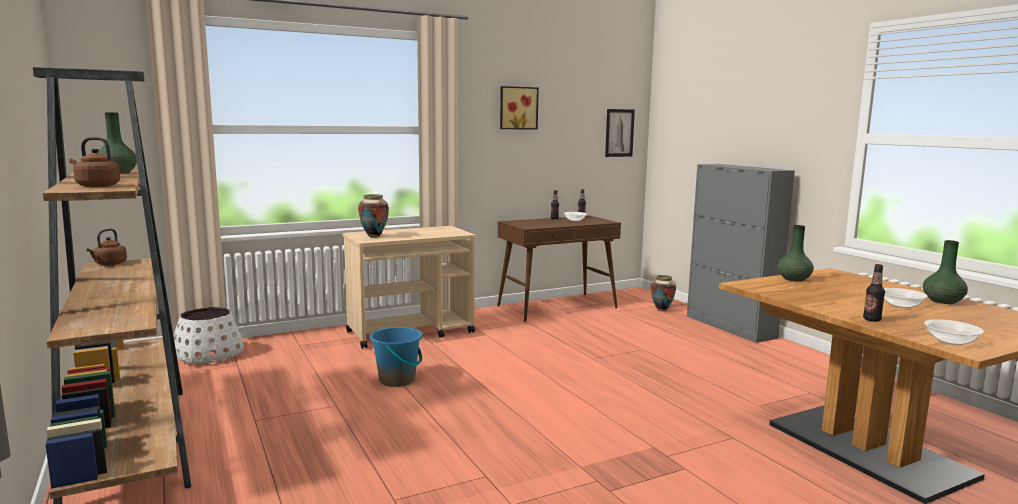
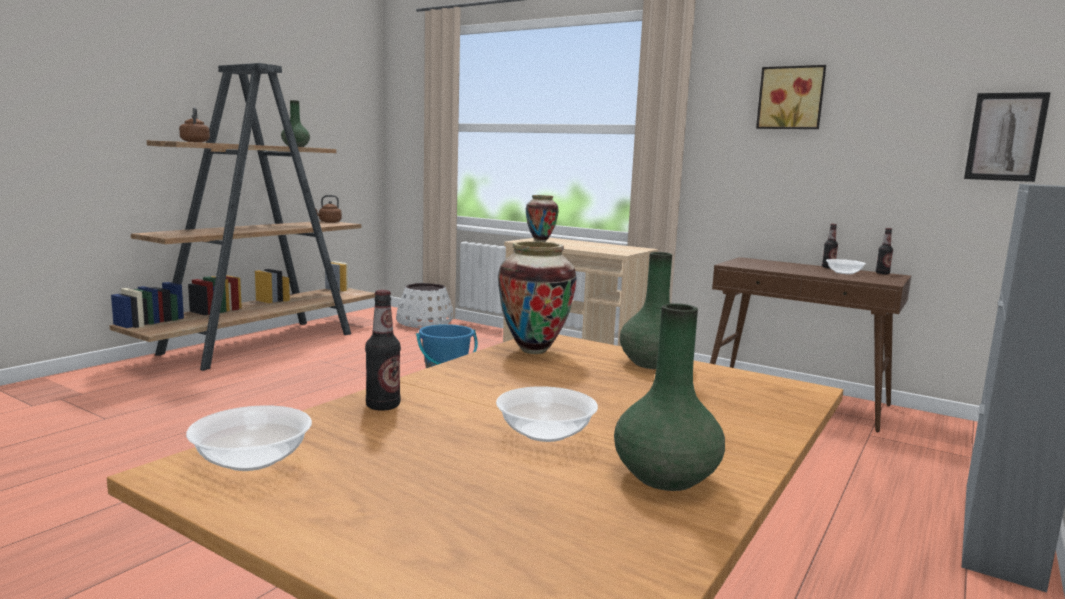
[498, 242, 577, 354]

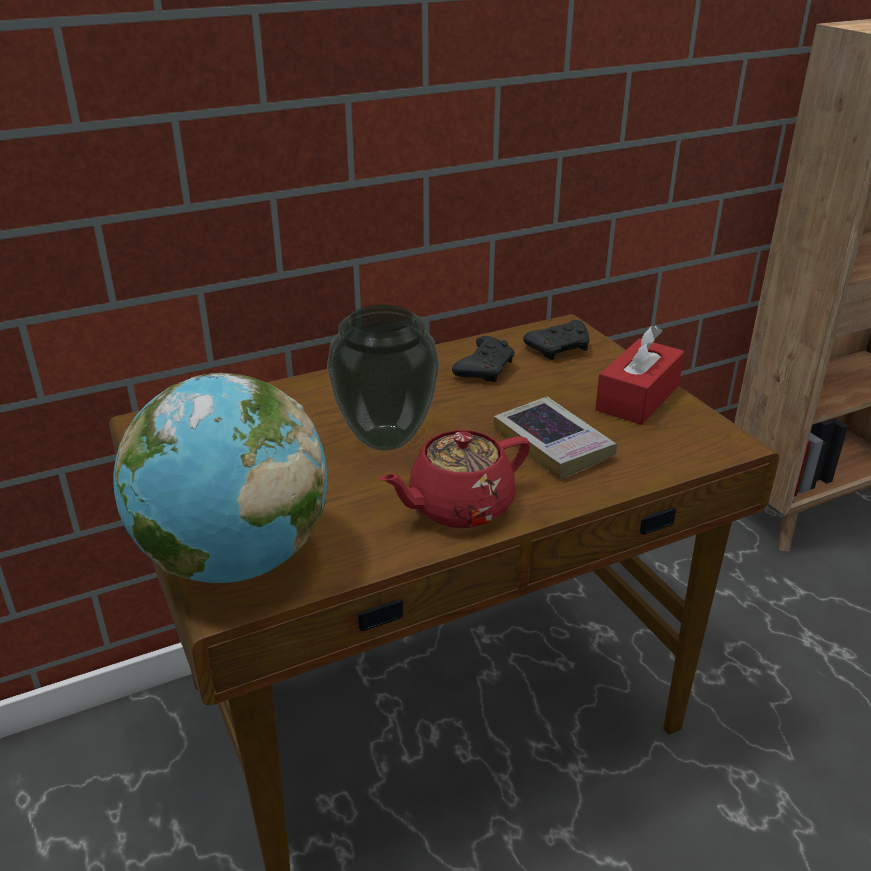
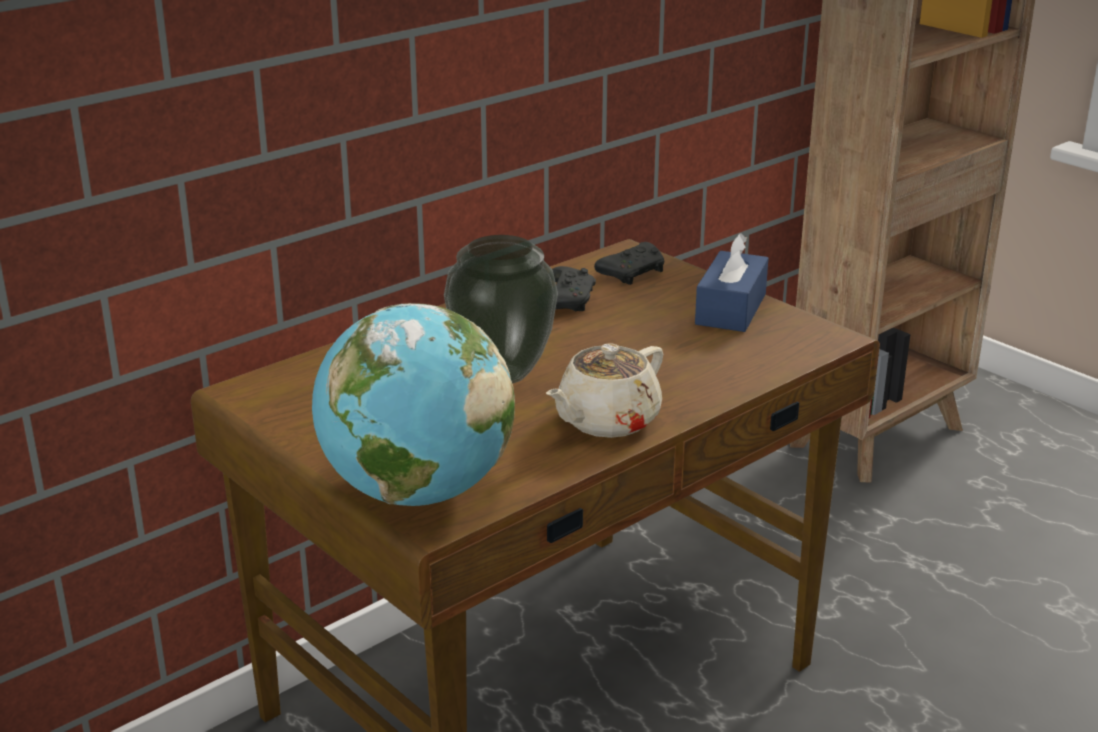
[494, 397, 617, 479] (first image)
[546, 343, 663, 438]
[695, 233, 769, 332]

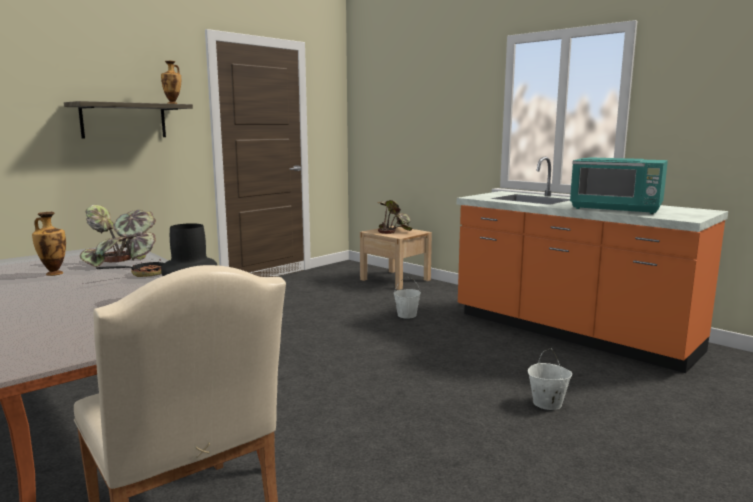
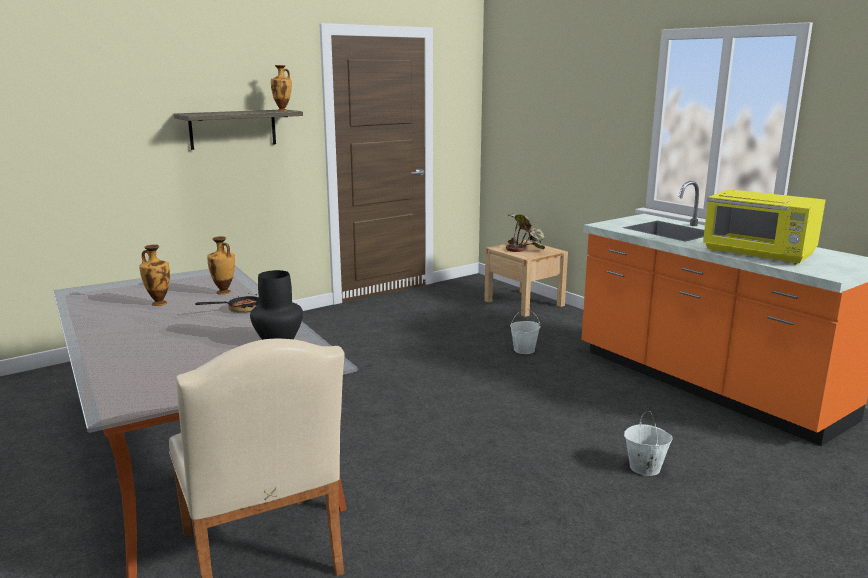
[207, 236, 235, 295]
[703, 189, 826, 264]

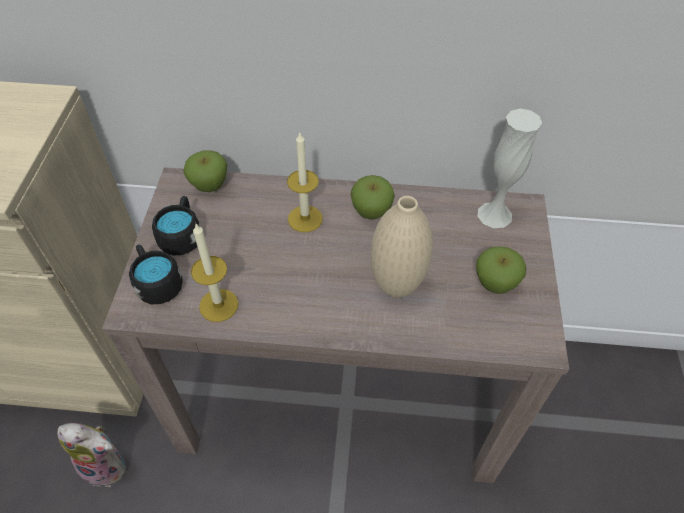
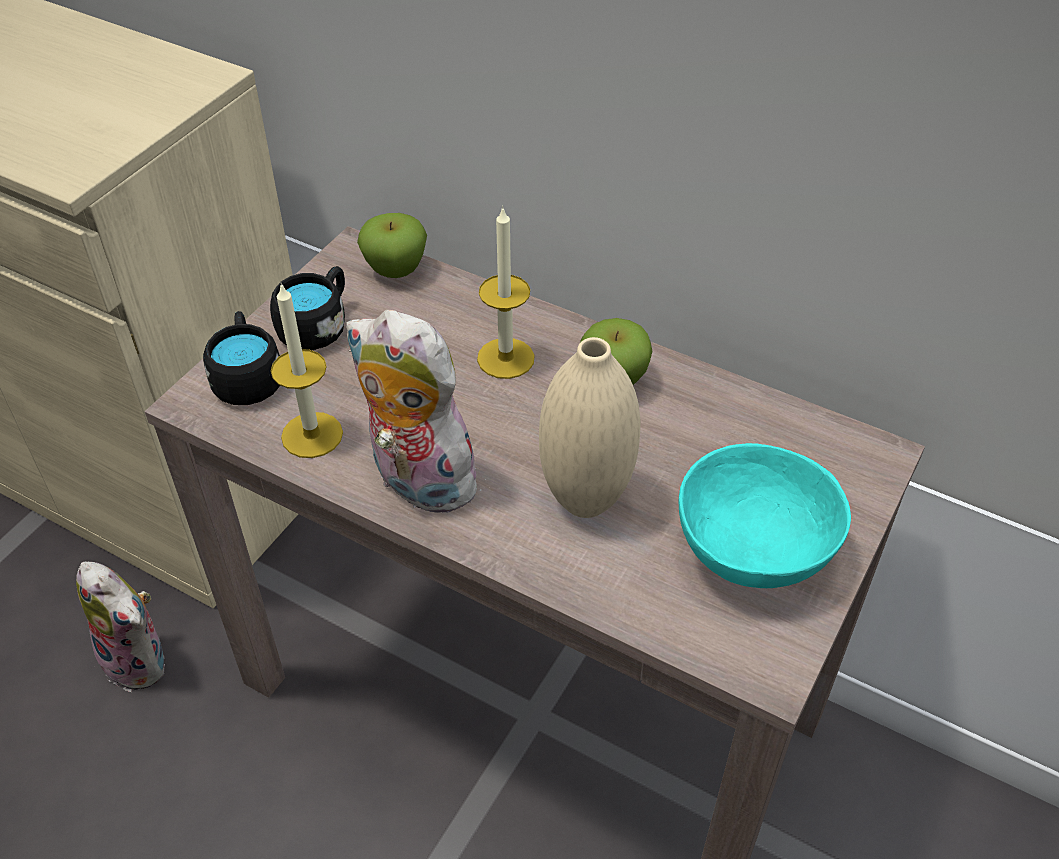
[478, 109, 542, 228] (first image)
[346, 310, 490, 514]
[679, 443, 851, 588]

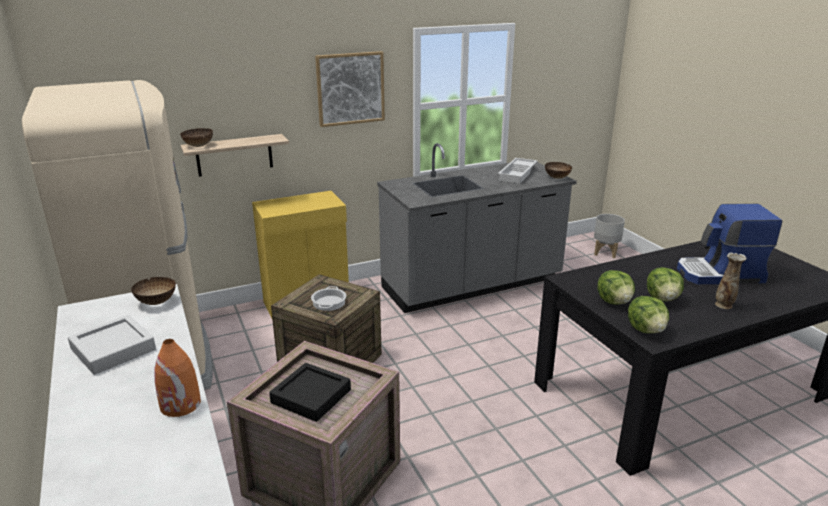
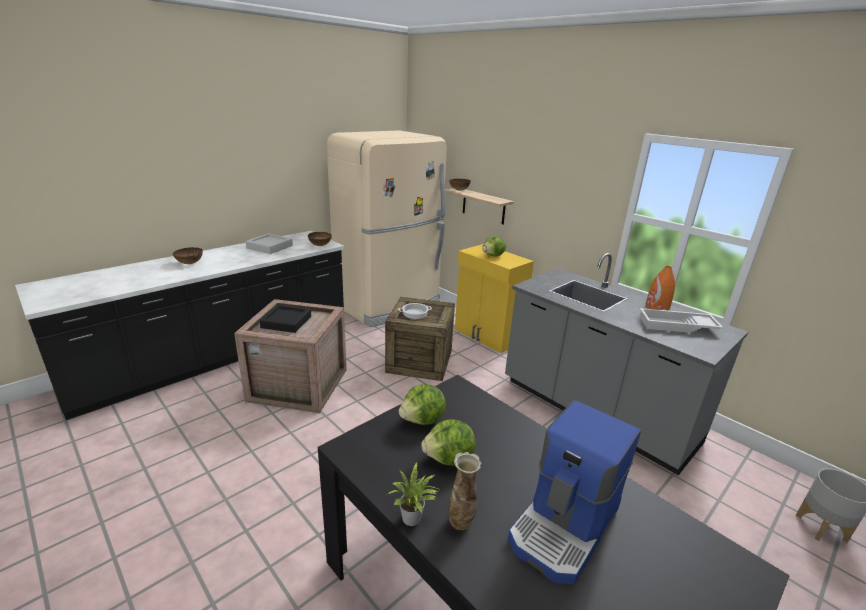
[315, 51, 385, 127] (first image)
[388, 462, 441, 526]
[646, 266, 675, 311]
[173, 247, 203, 264]
[482, 236, 506, 256]
[508, 400, 641, 584]

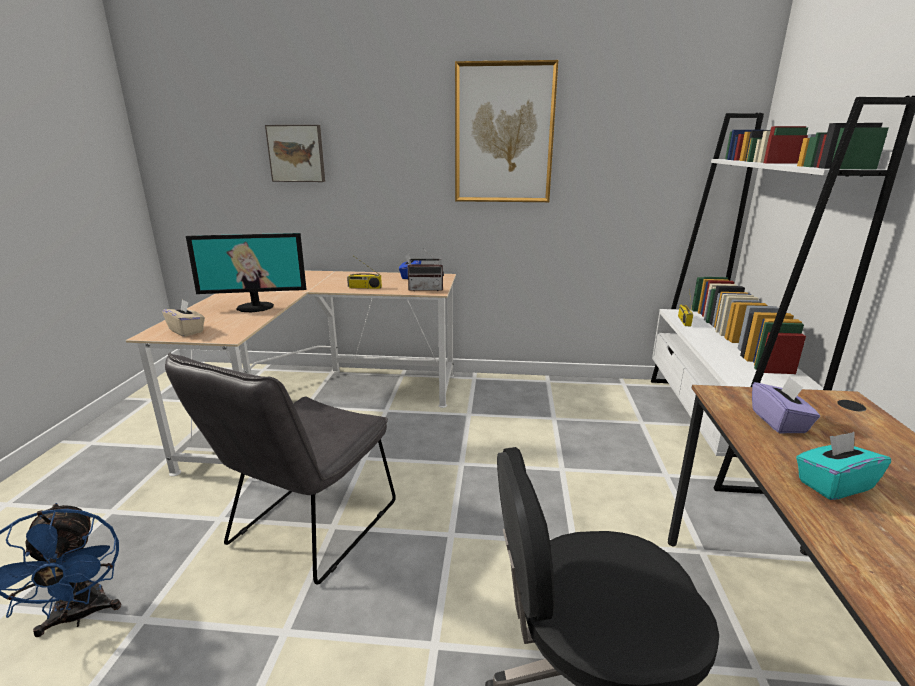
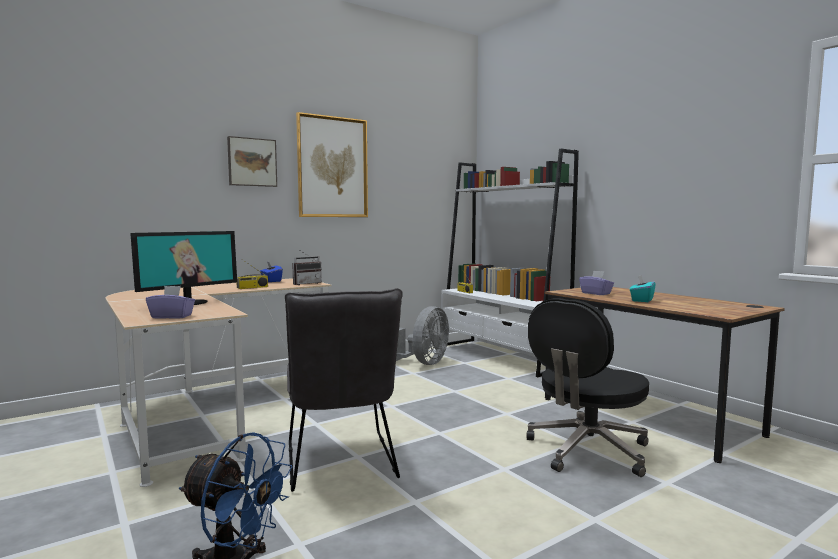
[396, 306, 449, 365]
[227, 136, 277, 187]
[146, 286, 195, 319]

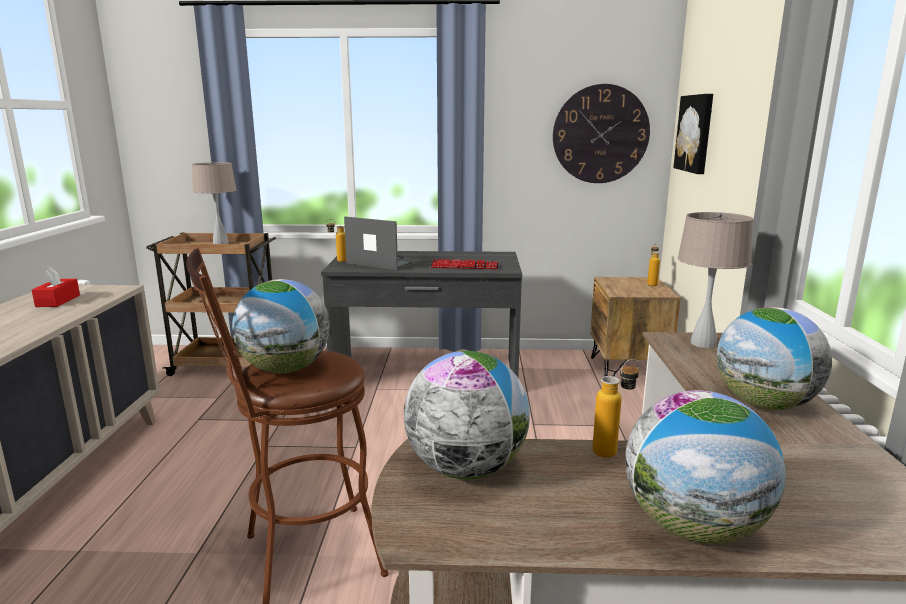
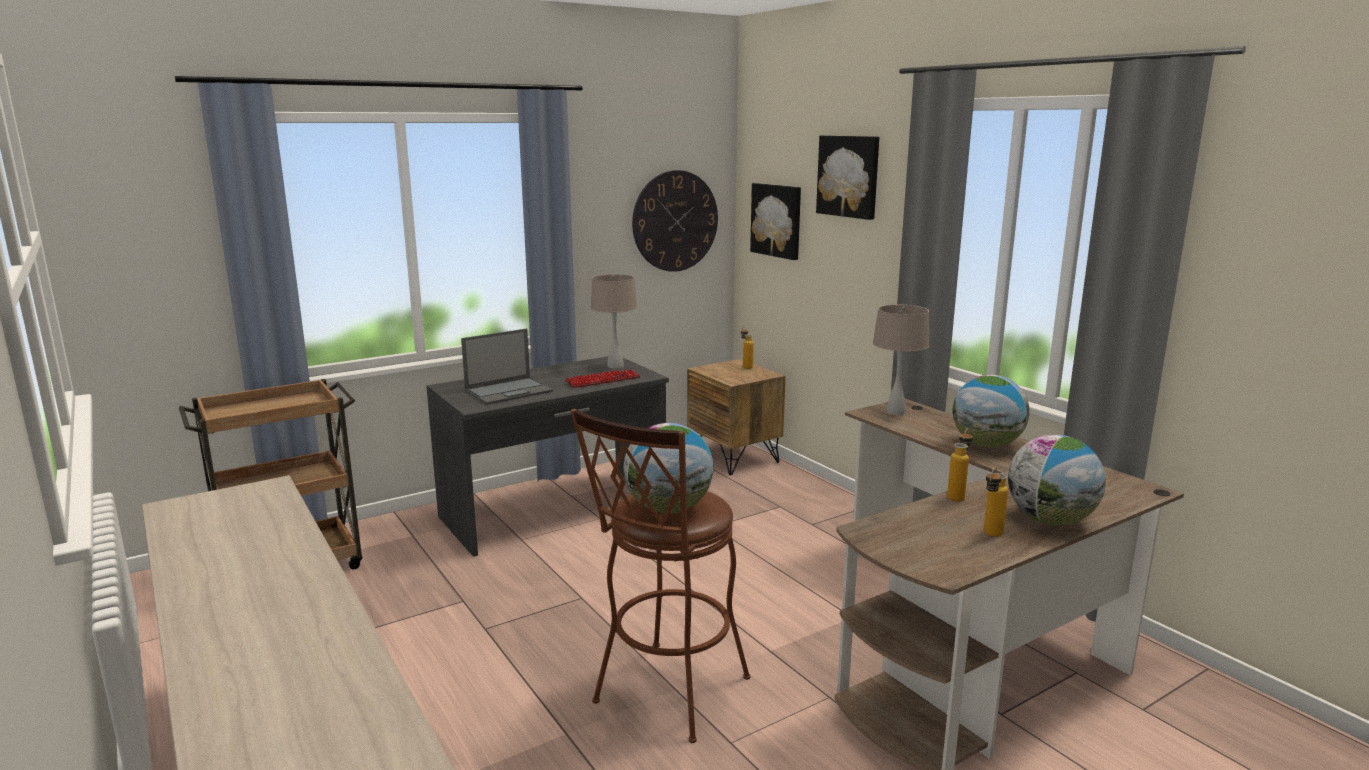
[32, 267, 80, 307] (first image)
[404, 351, 530, 479] (first image)
[816, 136, 879, 220]
[591, 274, 637, 368]
[984, 467, 1008, 537]
[461, 329, 553, 405]

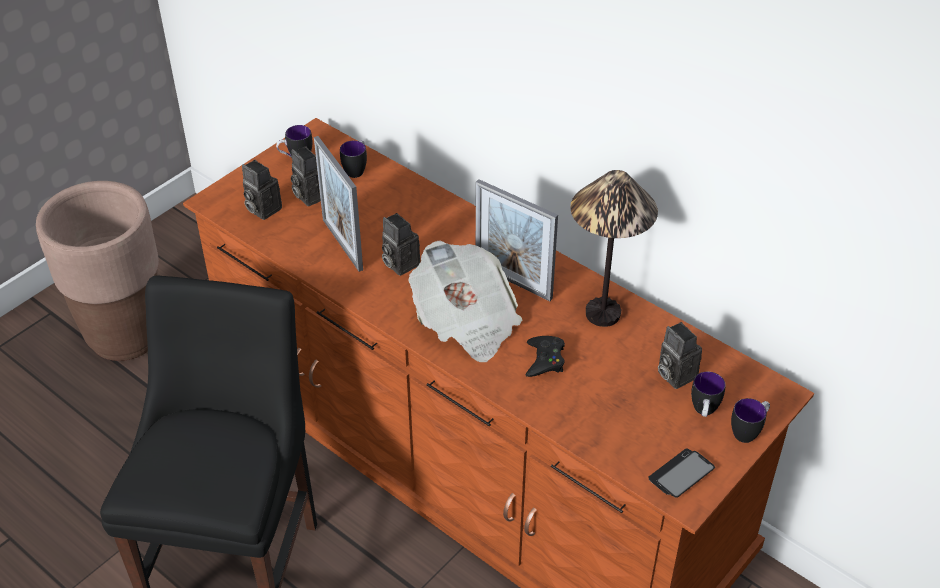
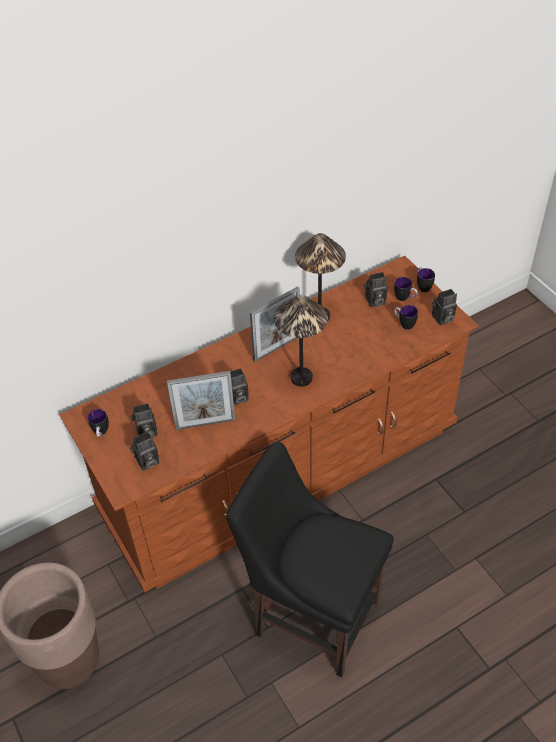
[526, 336, 565, 377] (first image)
[394, 305, 418, 330]
[274, 295, 328, 387]
[432, 289, 457, 325]

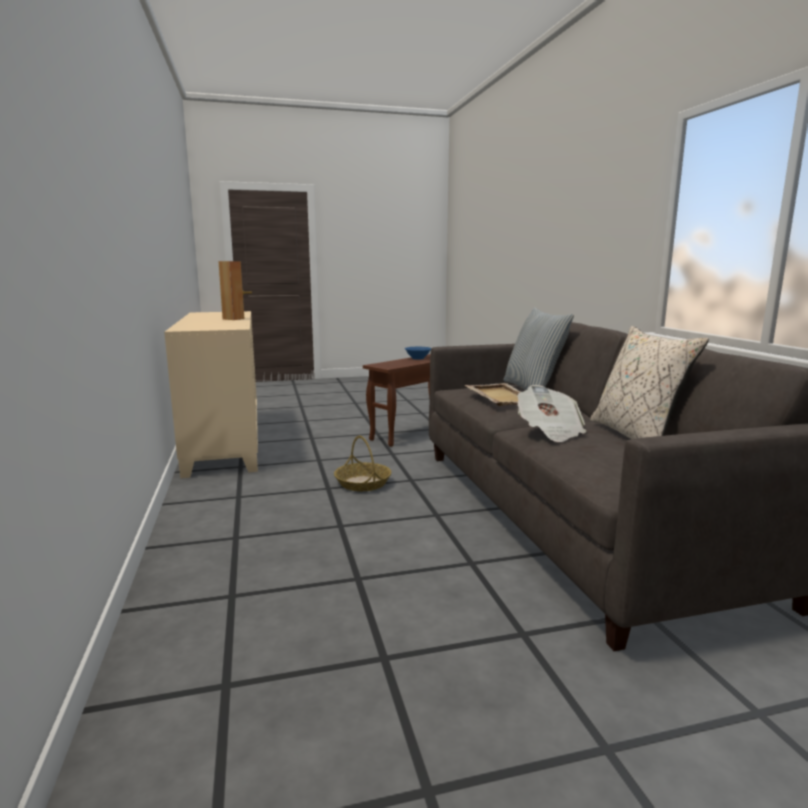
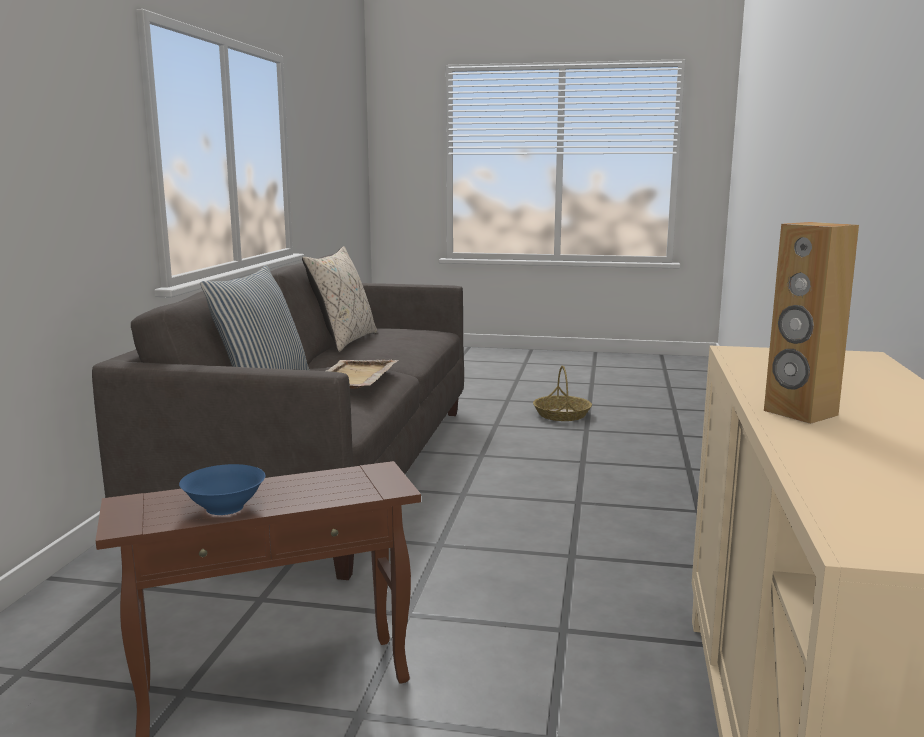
[517, 385, 586, 442] (first image)
[533, 366, 592, 421]

